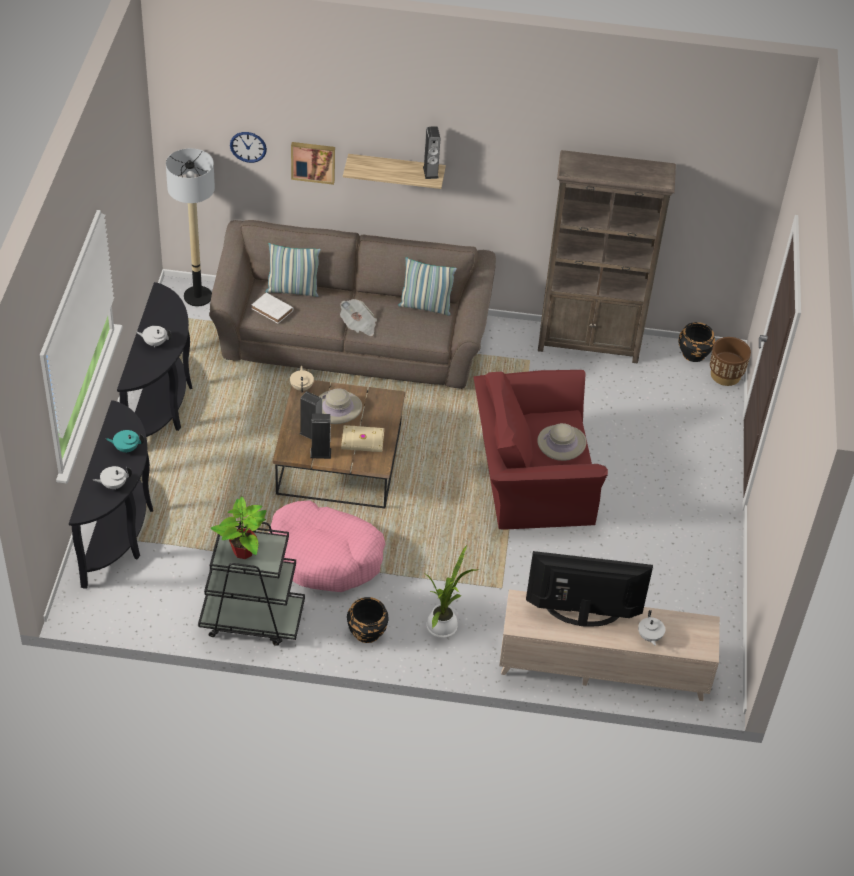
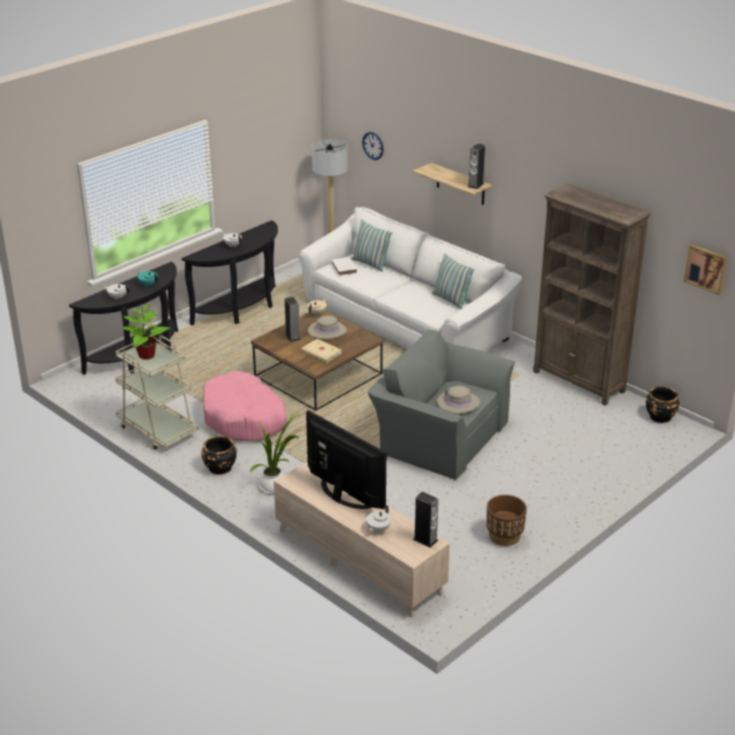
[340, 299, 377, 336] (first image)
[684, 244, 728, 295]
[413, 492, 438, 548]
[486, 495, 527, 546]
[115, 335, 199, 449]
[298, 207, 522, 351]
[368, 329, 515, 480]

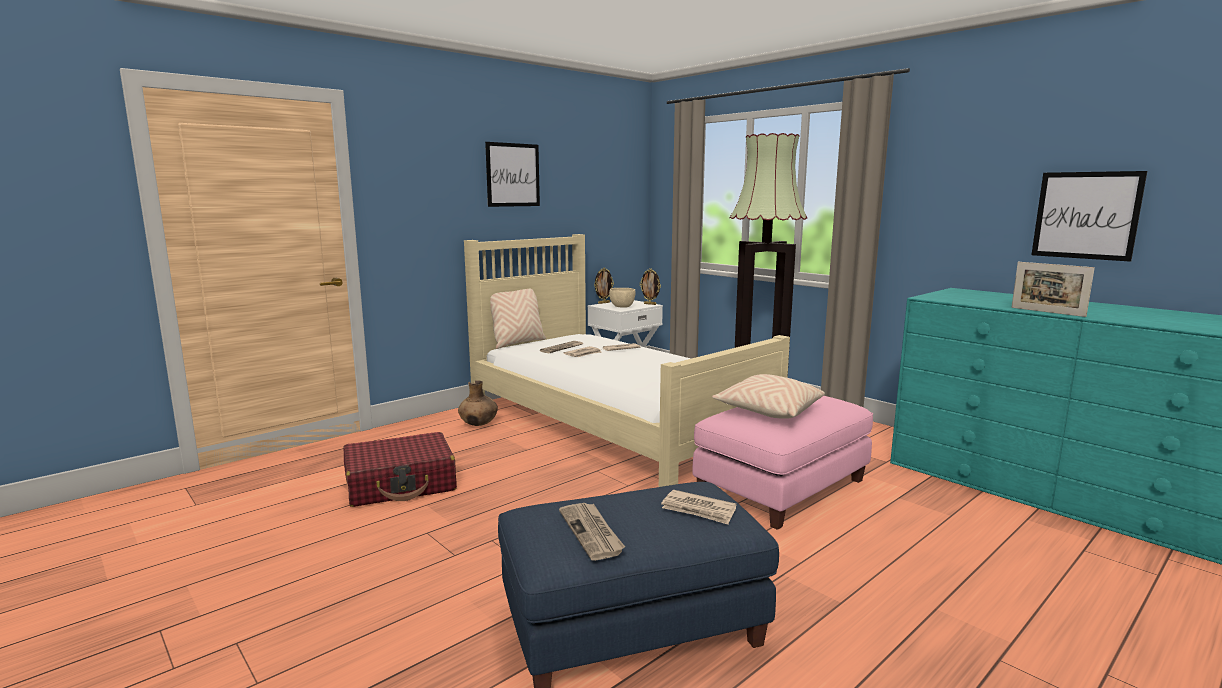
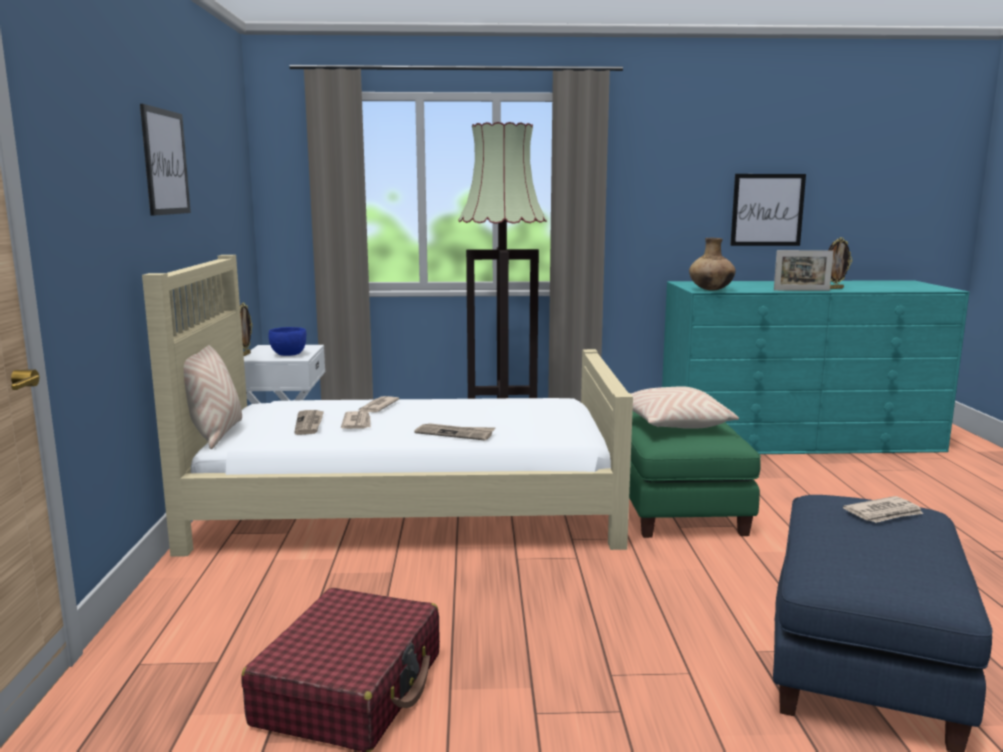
[689, 238, 736, 291]
[414, 423, 495, 441]
[829, 237, 852, 289]
[269, 327, 306, 356]
[629, 412, 761, 538]

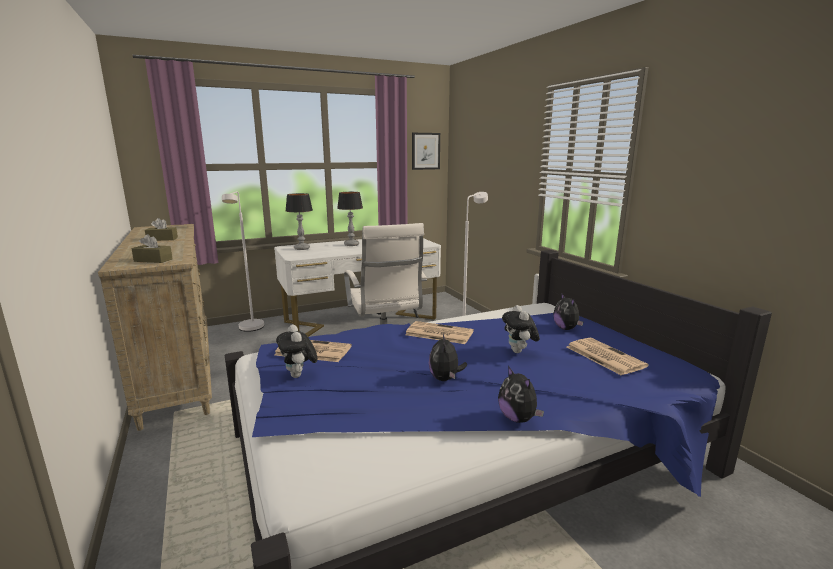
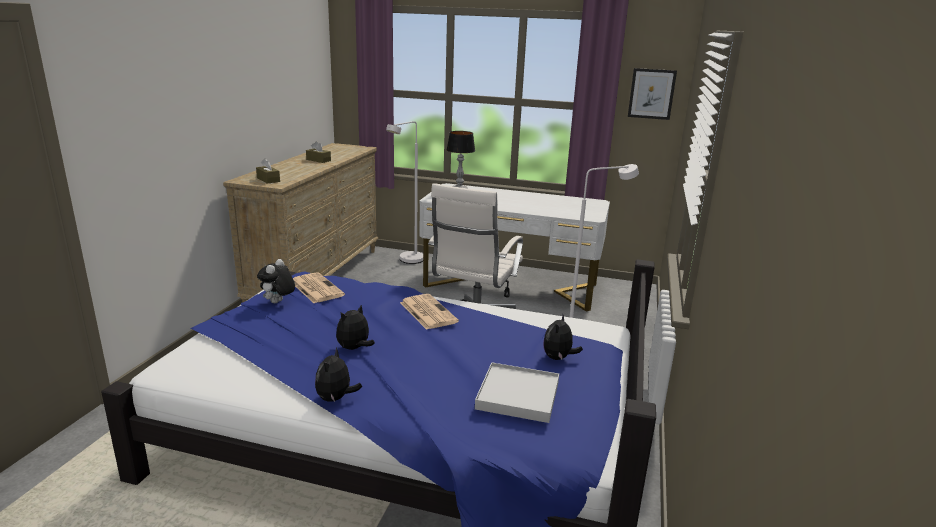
[337, 192, 363, 246] (first image)
[502, 305, 540, 353] (first image)
[475, 362, 559, 423]

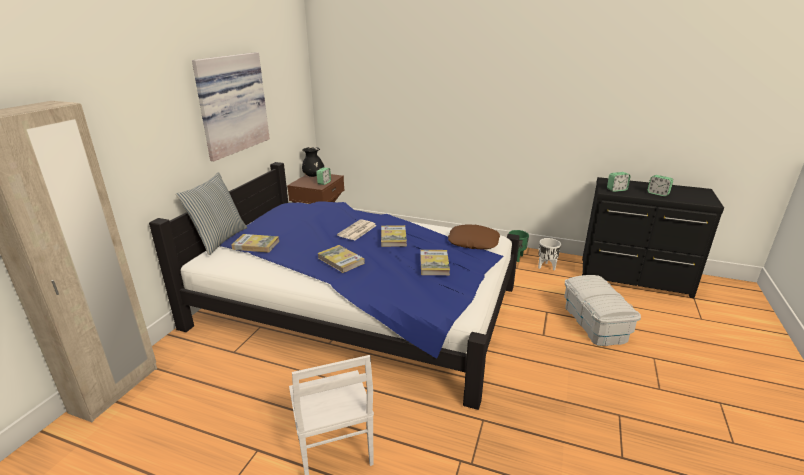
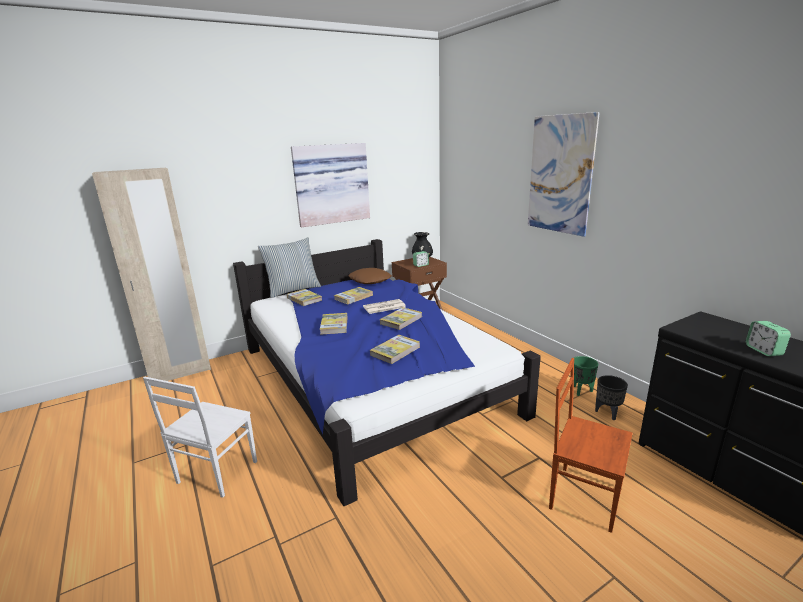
[607, 172, 631, 192] (first image)
[334, 287, 373, 304]
[528, 112, 600, 237]
[349, 268, 392, 284]
[549, 358, 632, 533]
[595, 375, 628, 420]

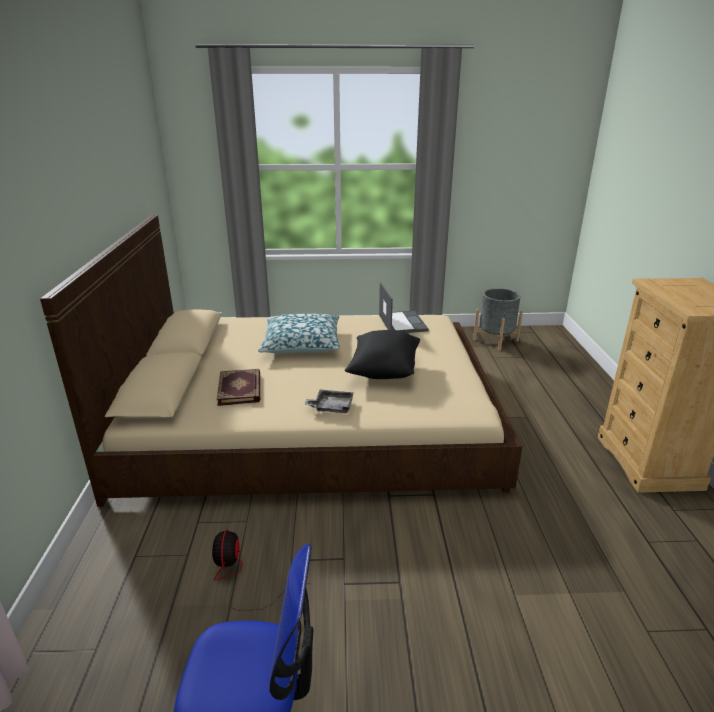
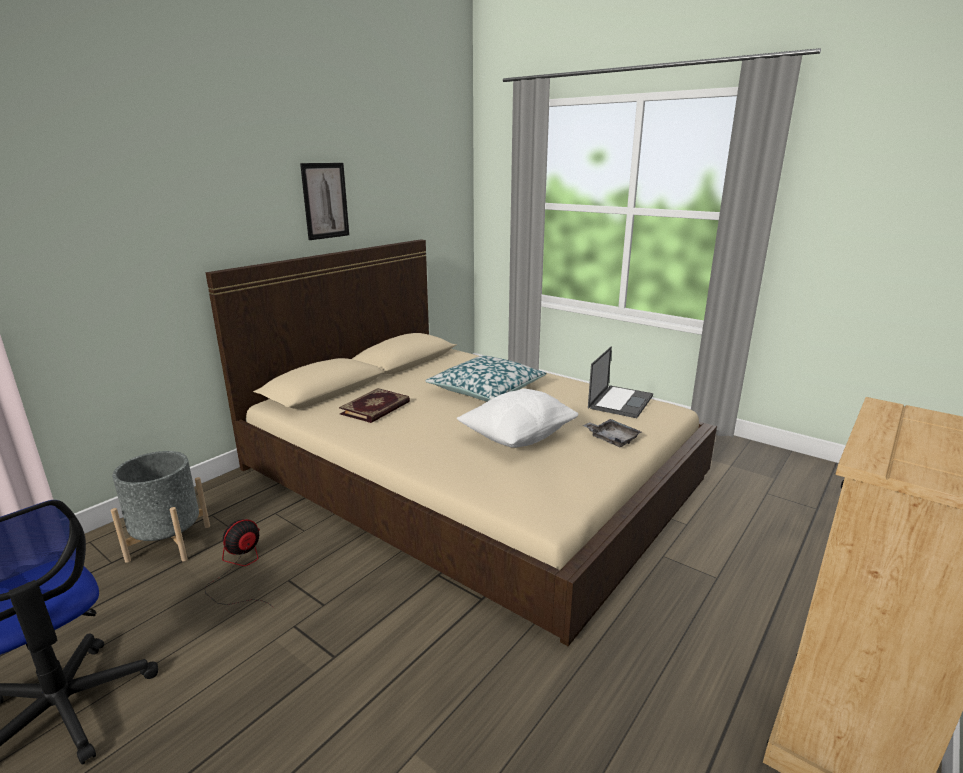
[300, 163, 349, 240]
[582, 419, 642, 447]
[111, 451, 210, 563]
[457, 388, 579, 448]

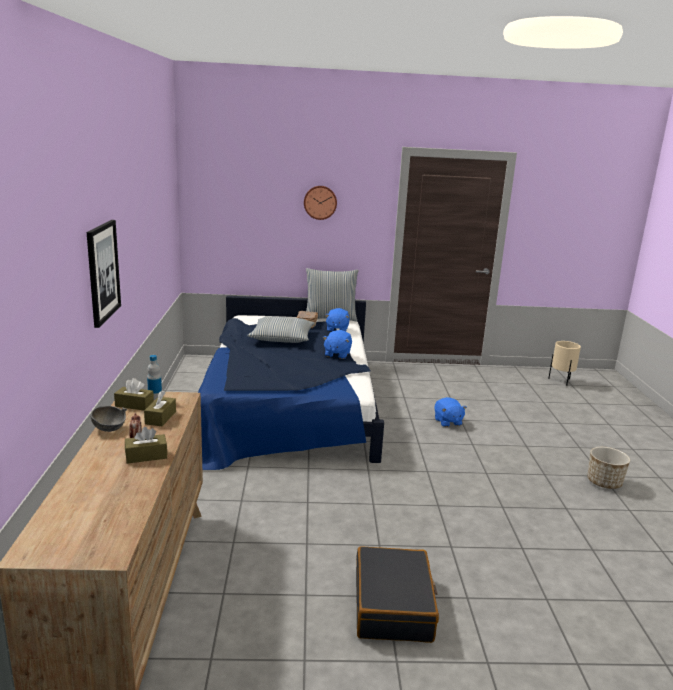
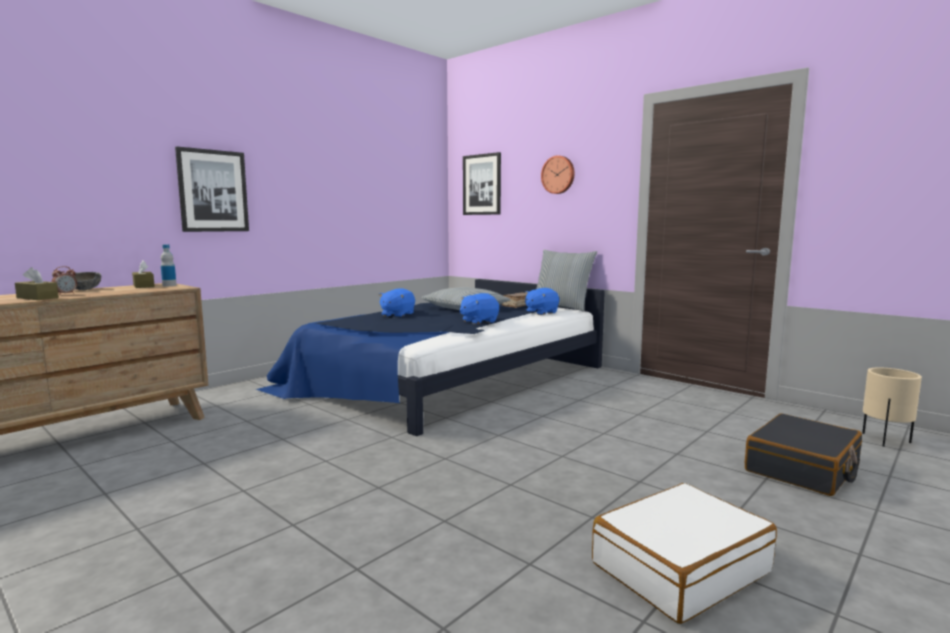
[144, 391, 176, 426] (first image)
[463, 152, 501, 215]
[745, 413, 862, 496]
[379, 288, 415, 317]
[592, 483, 777, 624]

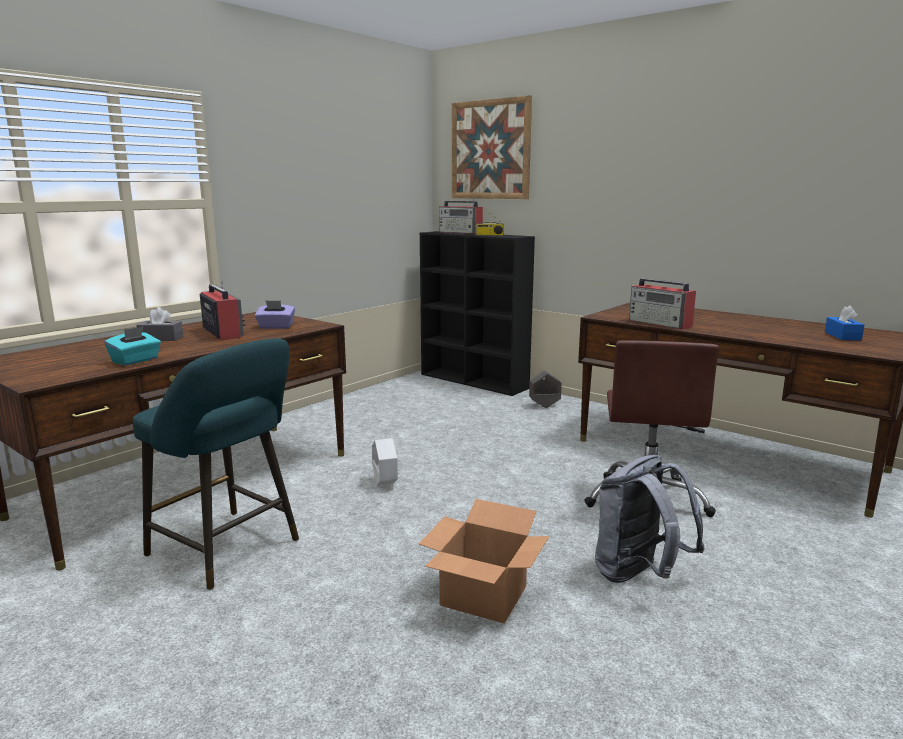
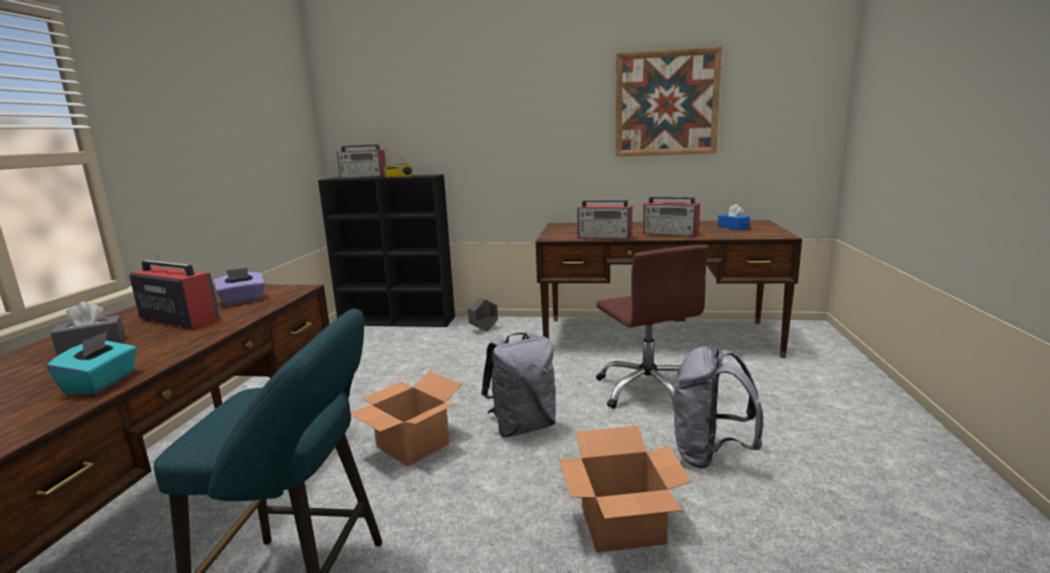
[481, 332, 556, 437]
[643, 196, 700, 237]
[616, 47, 722, 157]
[351, 371, 462, 467]

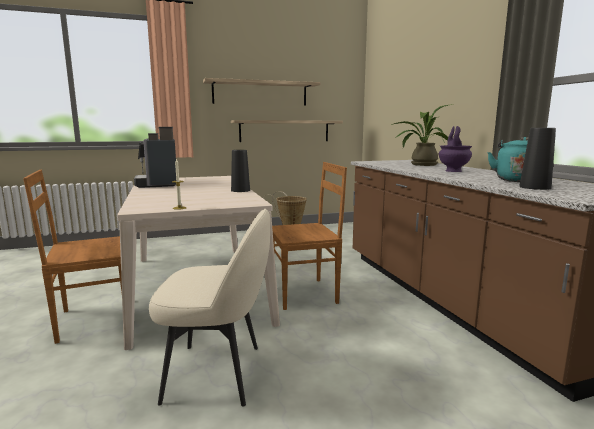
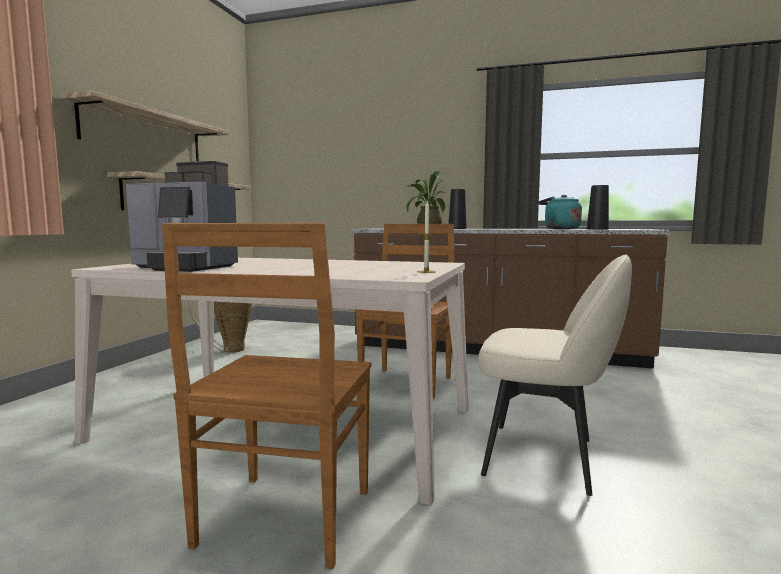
[439, 126, 472, 172] (first image)
[448, 189, 467, 229]
[478, 254, 632, 496]

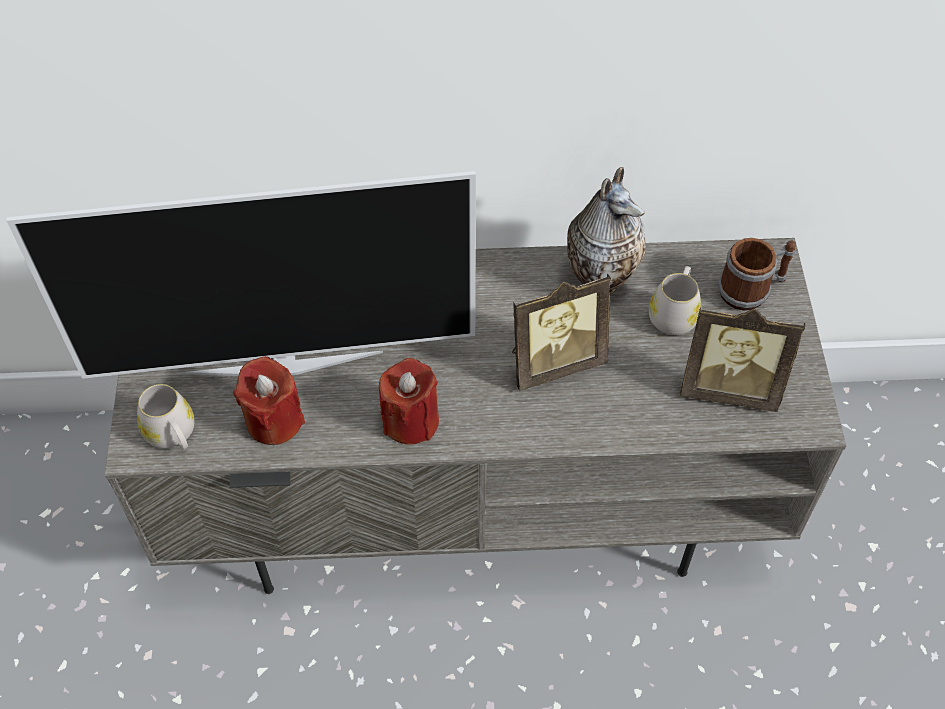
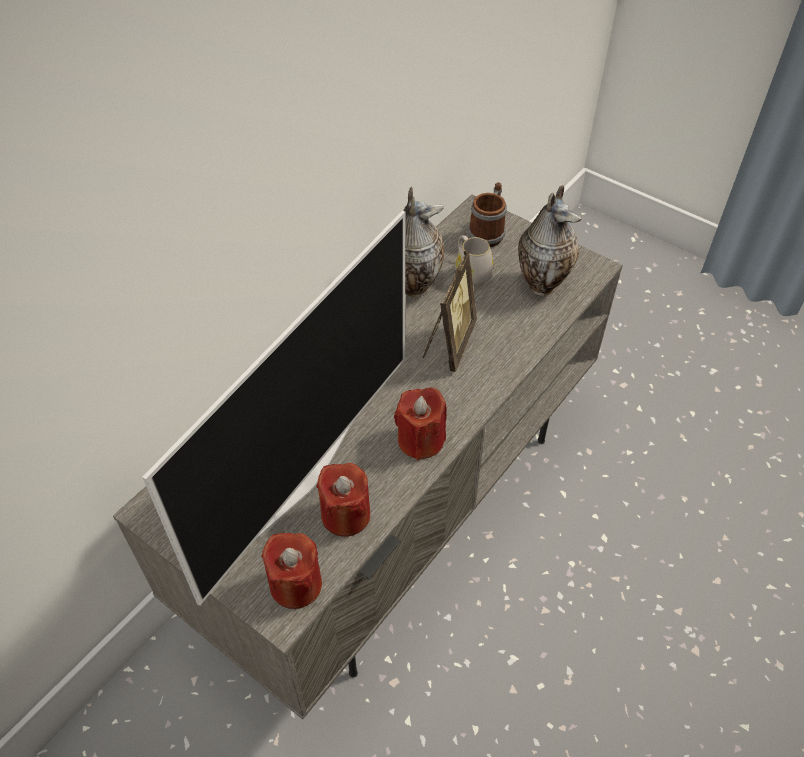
[261, 533, 322, 609]
[518, 185, 581, 296]

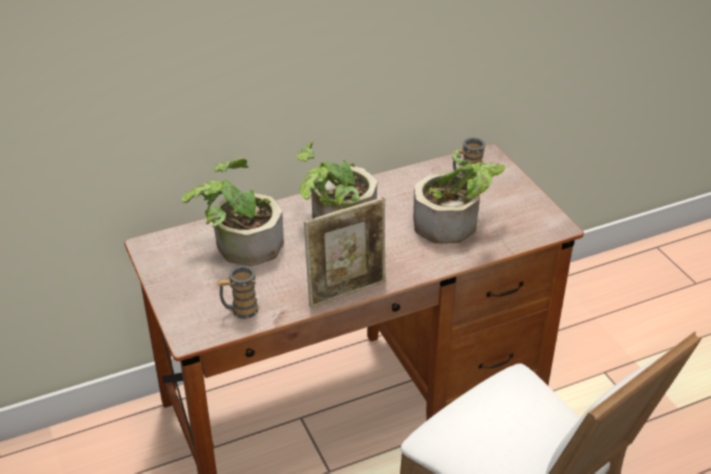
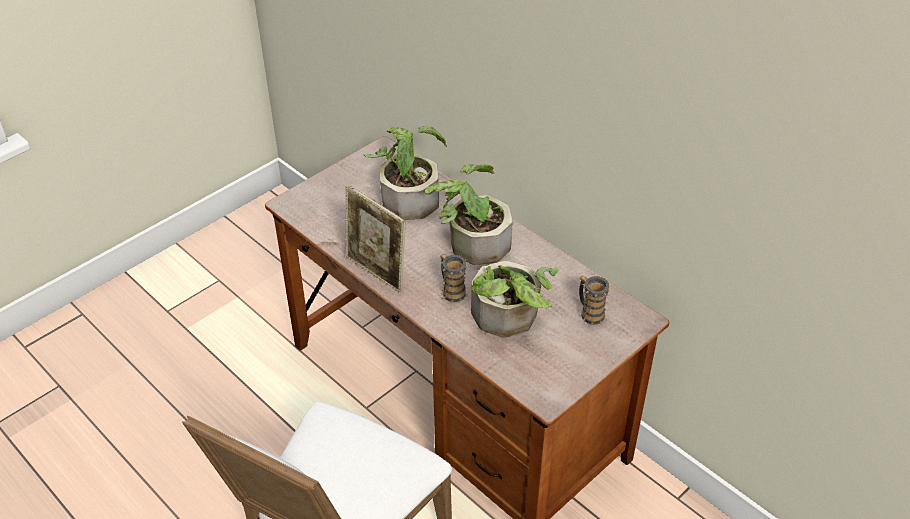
[440, 254, 468, 302]

